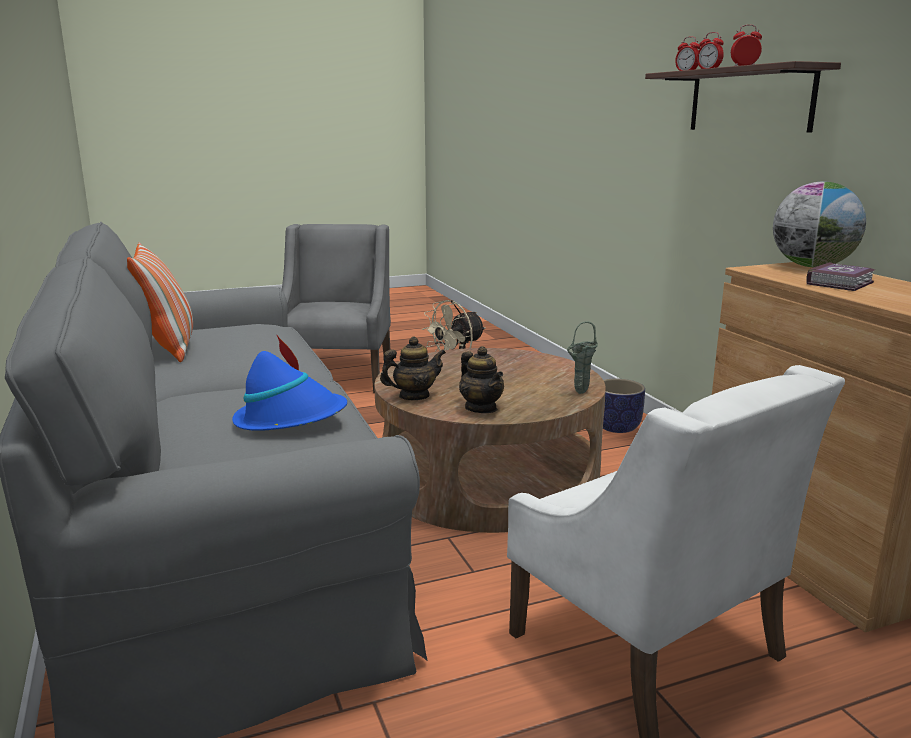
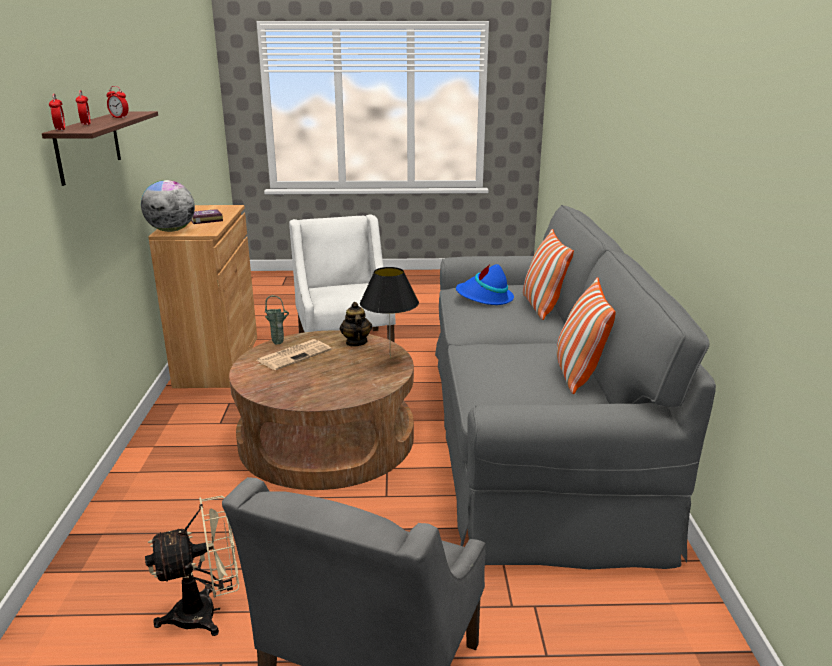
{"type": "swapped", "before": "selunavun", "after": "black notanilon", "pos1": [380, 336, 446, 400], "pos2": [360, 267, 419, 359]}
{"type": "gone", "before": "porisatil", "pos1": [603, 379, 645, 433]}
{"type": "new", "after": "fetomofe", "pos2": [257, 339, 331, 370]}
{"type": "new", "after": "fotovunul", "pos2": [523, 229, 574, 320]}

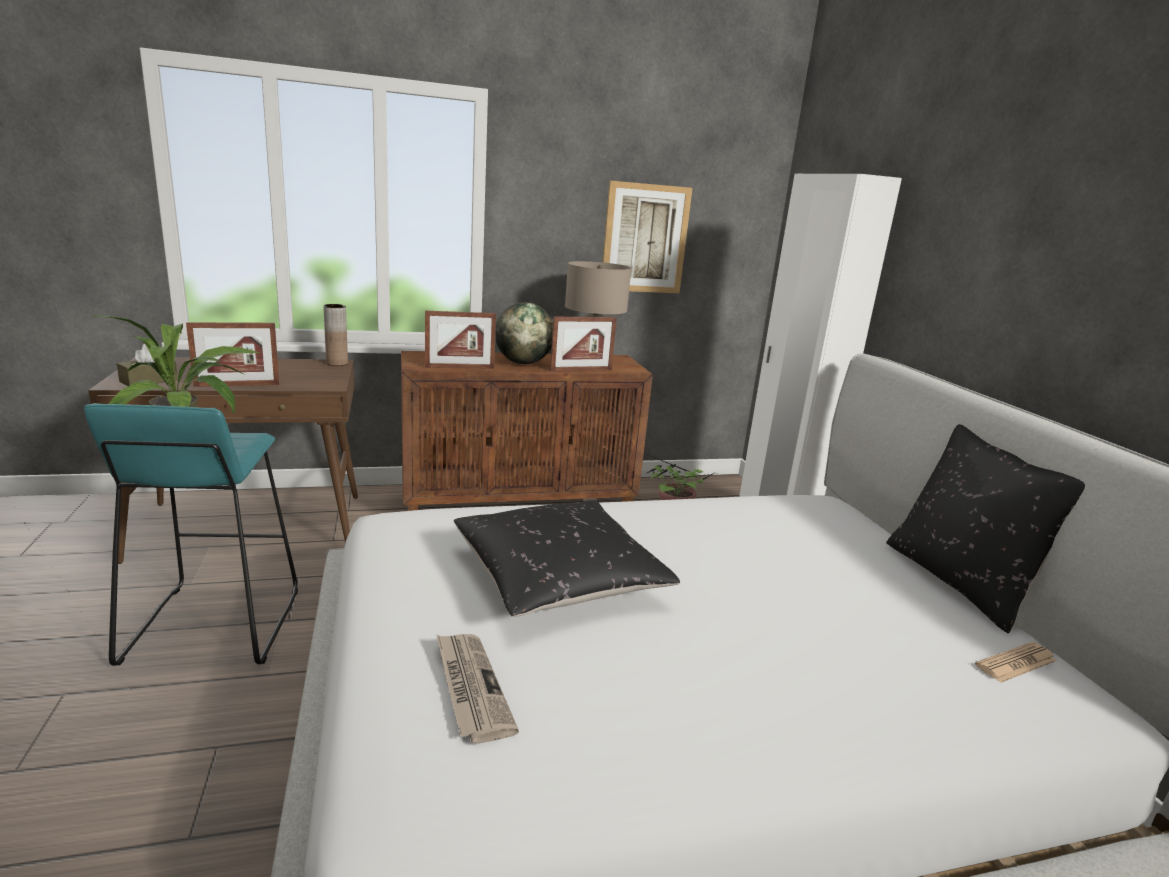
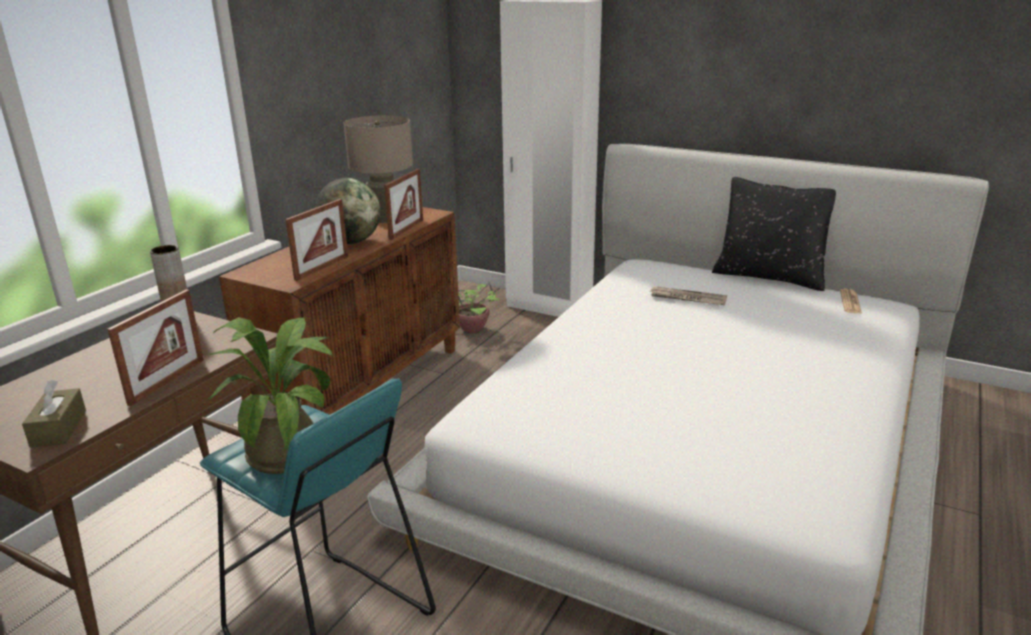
{"type": "shifted", "before": "fetomofe", "pos1": [437, 634, 519, 744], "pos2": [650, 286, 727, 305]}
{"type": "gone", "before": "black fotovunul", "pos1": [454, 500, 680, 617]}
{"type": "gone", "before": "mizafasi", "pos1": [603, 181, 693, 293]}

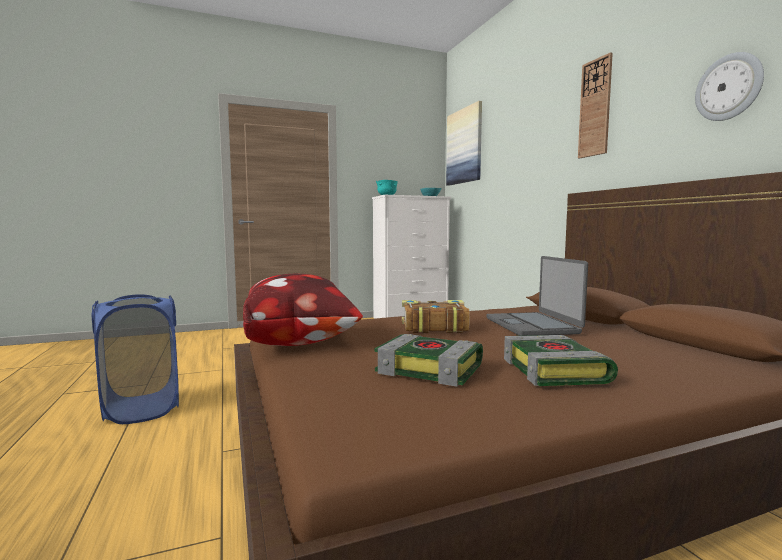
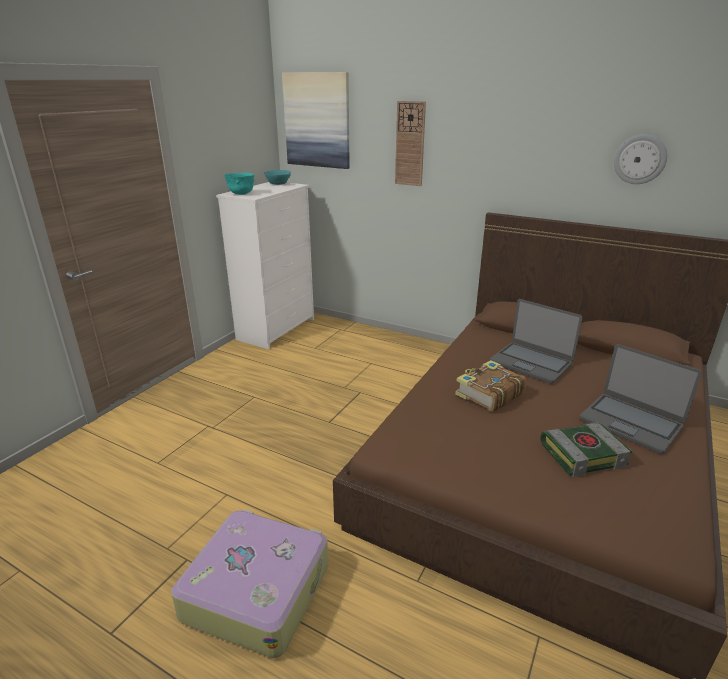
{"type": "swapped", "before": "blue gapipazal", "after": "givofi", "pos1": [92, 294, 179, 424], "pos2": [171, 509, 328, 658]}
{"type": "gone", "before": "fotovunul", "pos1": [243, 274, 363, 346]}
{"type": "swapped", "before": "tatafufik", "after": "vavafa", "pos1": [504, 335, 618, 386], "pos2": [579, 344, 702, 454]}
{"type": "shifted", "before": "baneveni", "pos1": [578, 52, 613, 158], "pos2": [395, 101, 426, 186]}

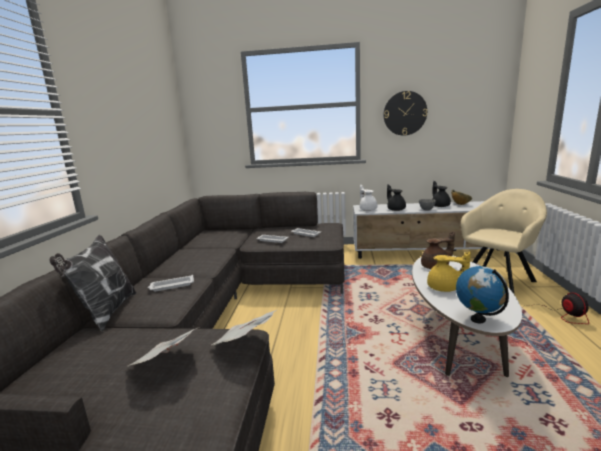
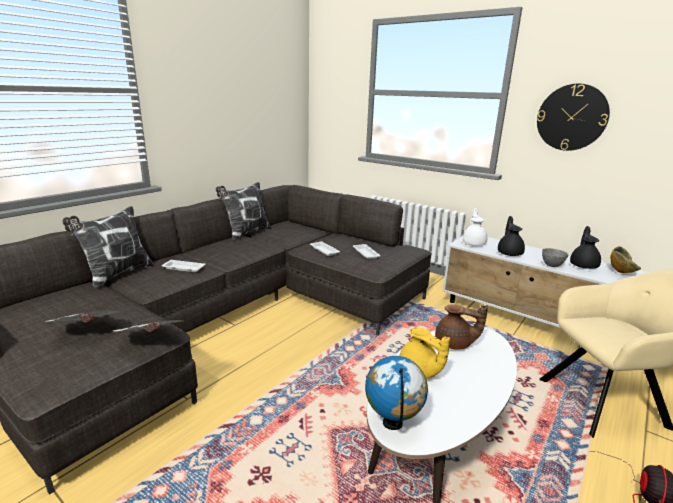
{"type": "new", "after": "fotovunul", "pos2": [216, 182, 272, 241]}

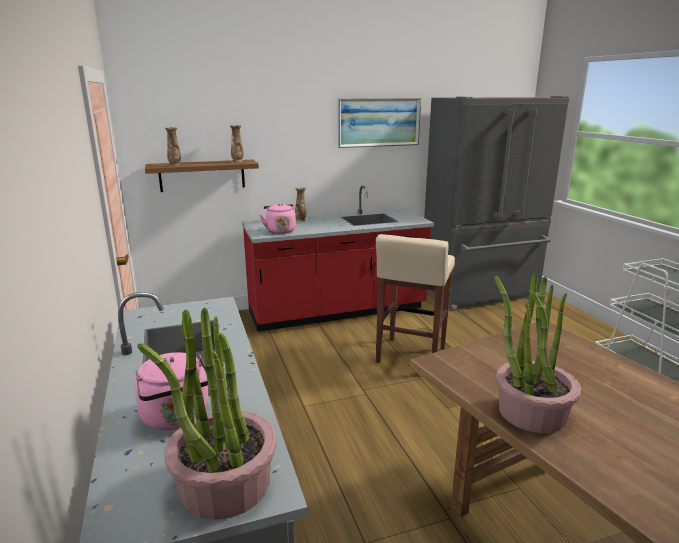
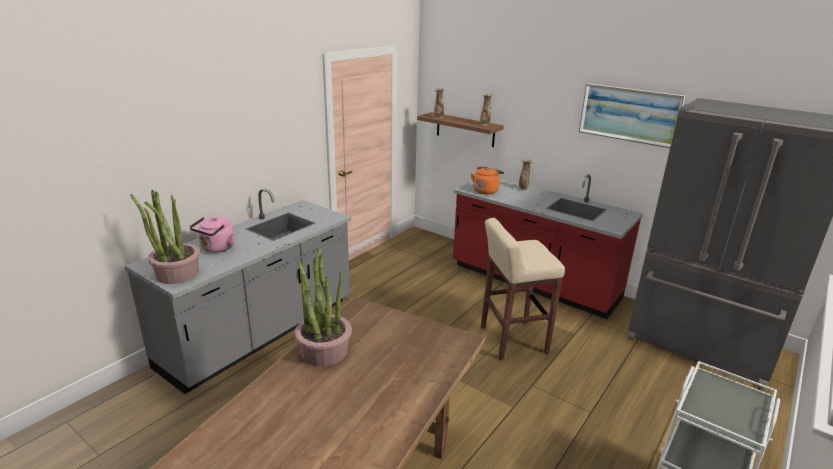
{"type": "repainted", "before": "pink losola", "after": "orange losola", "pos1": [260, 203, 296, 234], "pos2": [471, 167, 504, 194]}

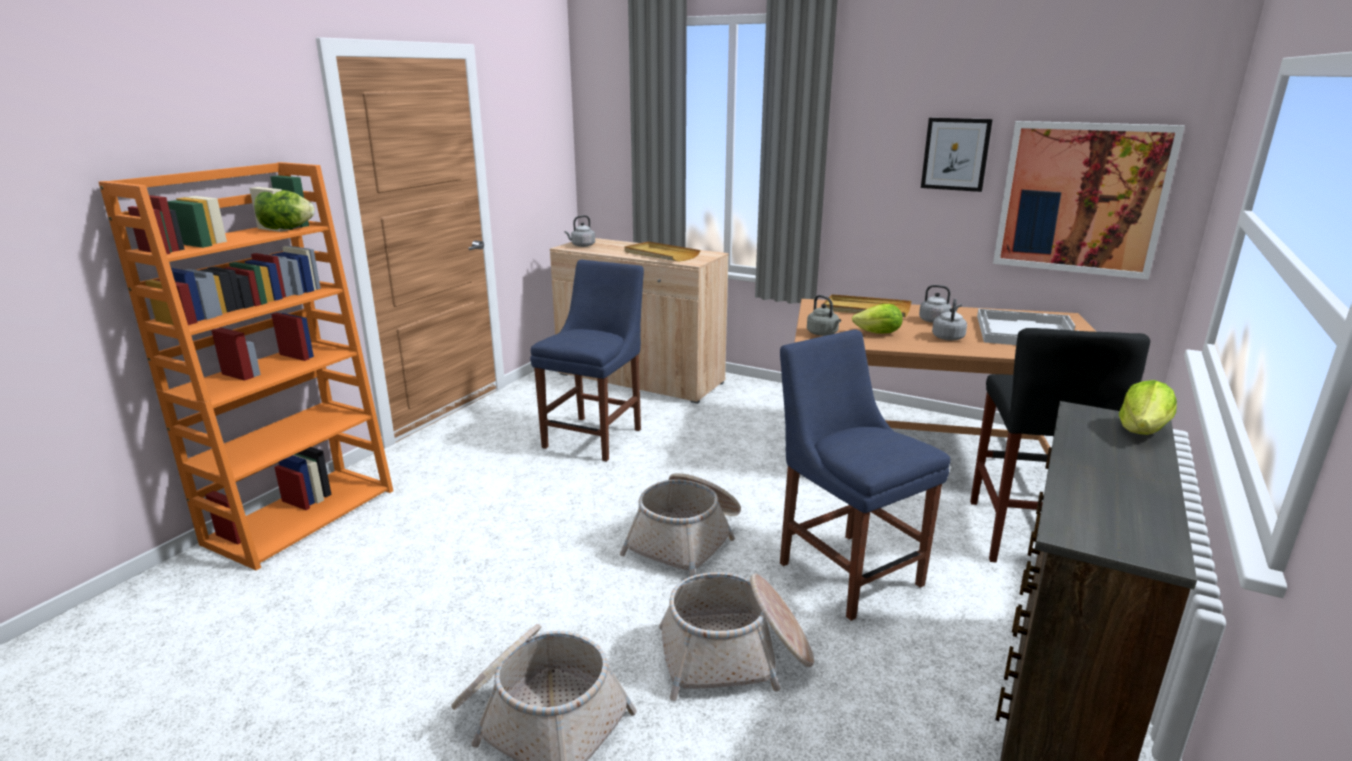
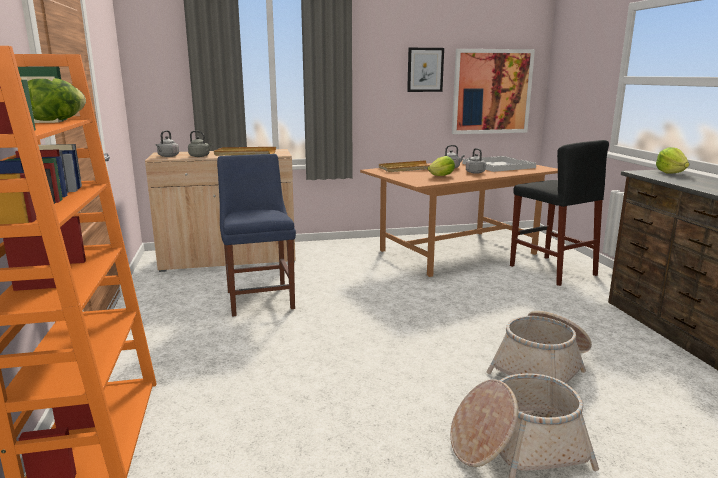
{"type": "gone", "before": "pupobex", "pos1": [620, 473, 741, 577]}
{"type": "gone", "before": "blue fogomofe", "pos1": [780, 329, 950, 621]}
{"type": "shifted", "before": "grey losola", "pos1": [807, 295, 841, 336], "pos2": [188, 131, 212, 157]}

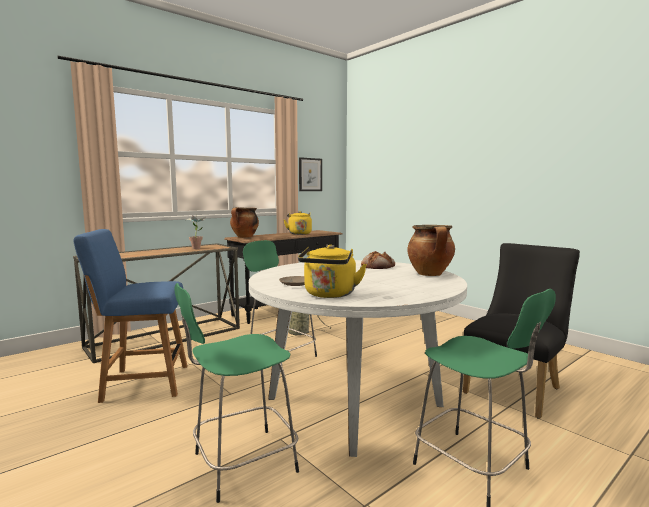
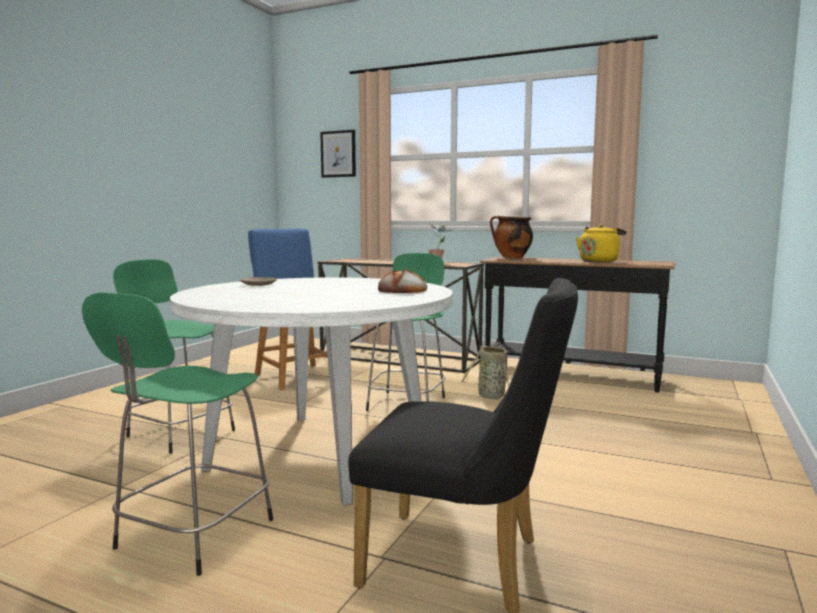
{"type": "gone", "before": "yellow losola", "pos1": [298, 244, 367, 298]}
{"type": "shifted", "before": "mizafasi", "pos1": [299, 157, 322, 191], "pos2": [320, 130, 356, 178]}
{"type": "gone", "before": "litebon", "pos1": [407, 225, 455, 276]}

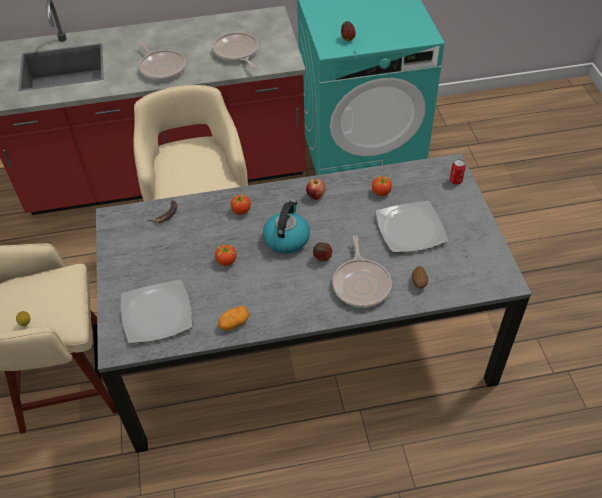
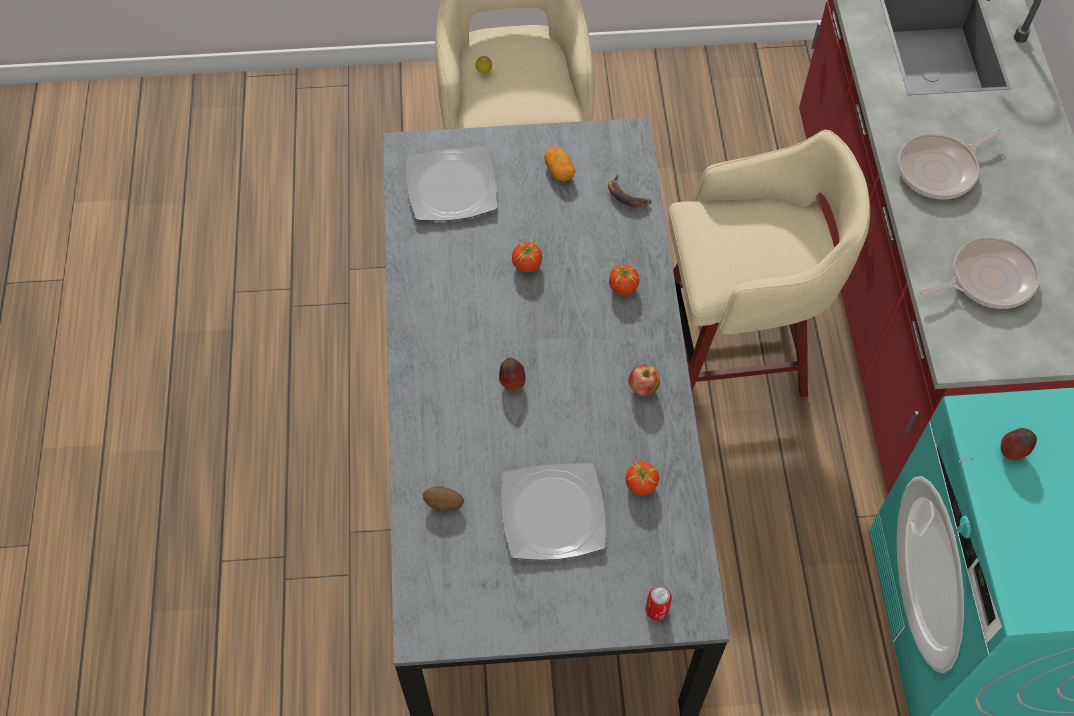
{"type": "shifted", "before": "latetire", "pos1": [218, 306, 249, 331], "pos2": [544, 147, 575, 181]}
{"type": "gone", "before": "losola", "pos1": [263, 200, 310, 254]}
{"type": "gone", "before": "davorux", "pos1": [332, 235, 392, 308]}

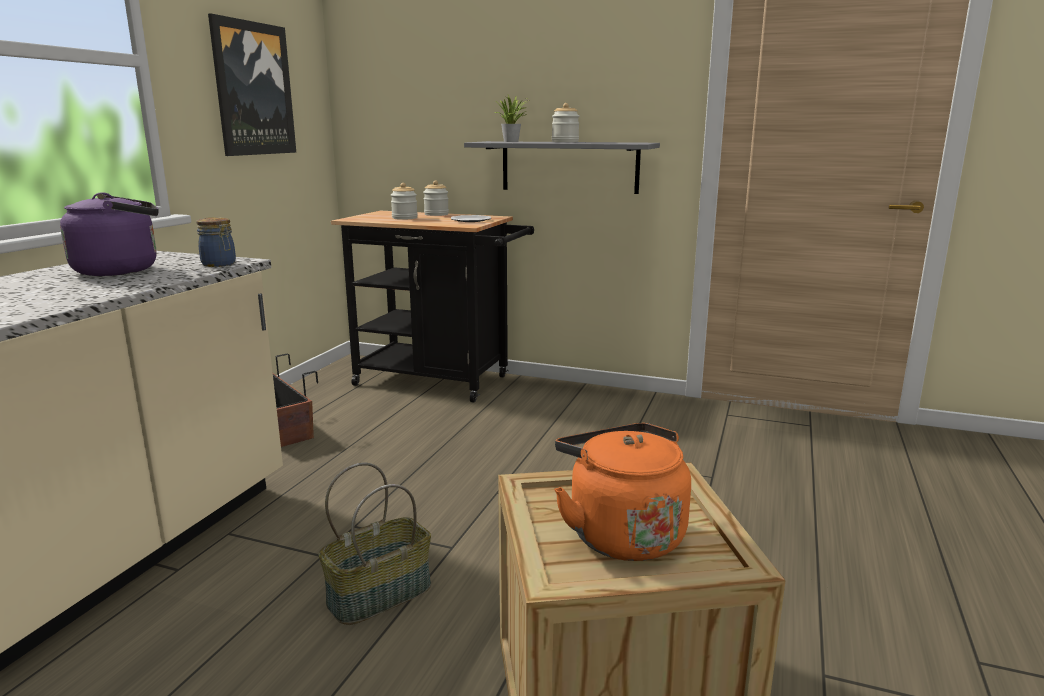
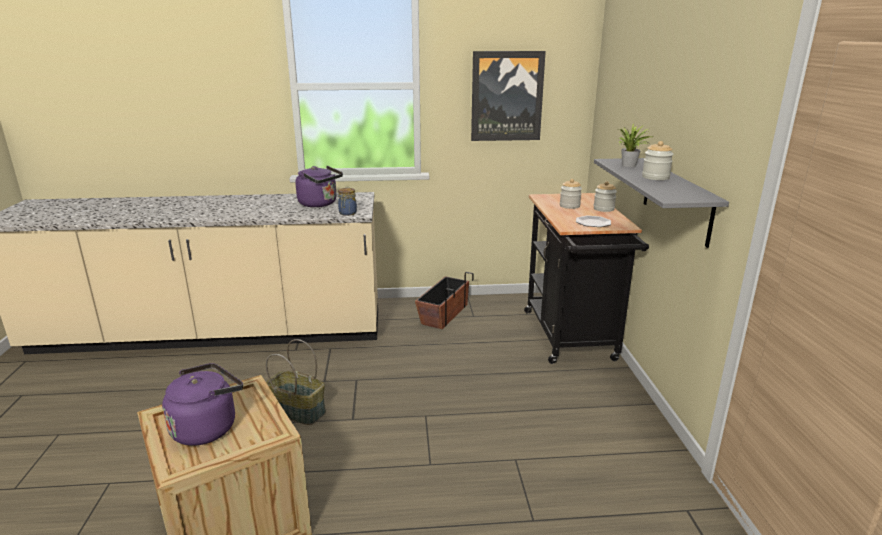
{"type": "repainted", "before": "orange losola", "after": "purple losola", "pos1": [554, 423, 691, 561], "pos2": [162, 363, 243, 446]}

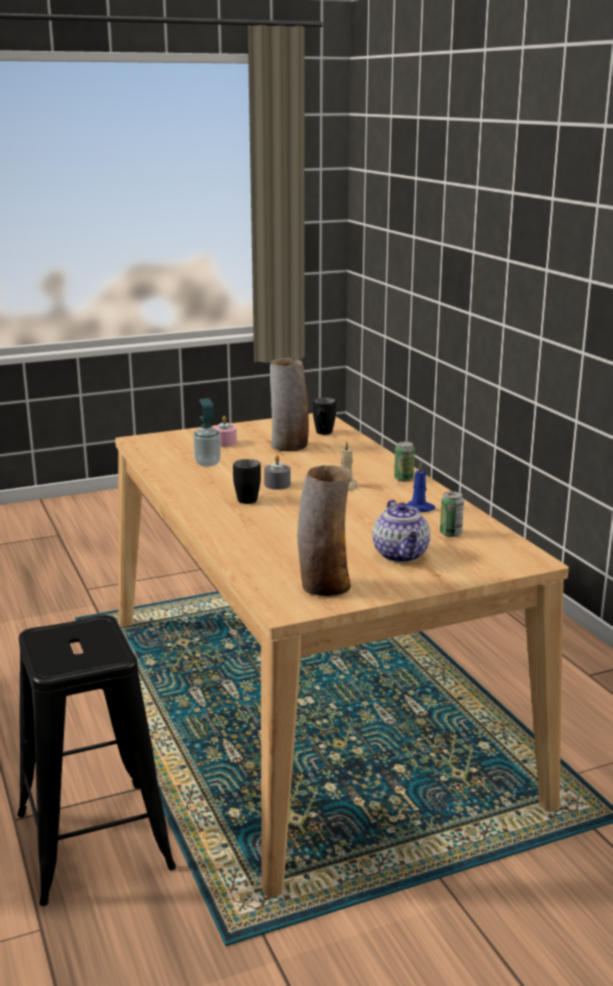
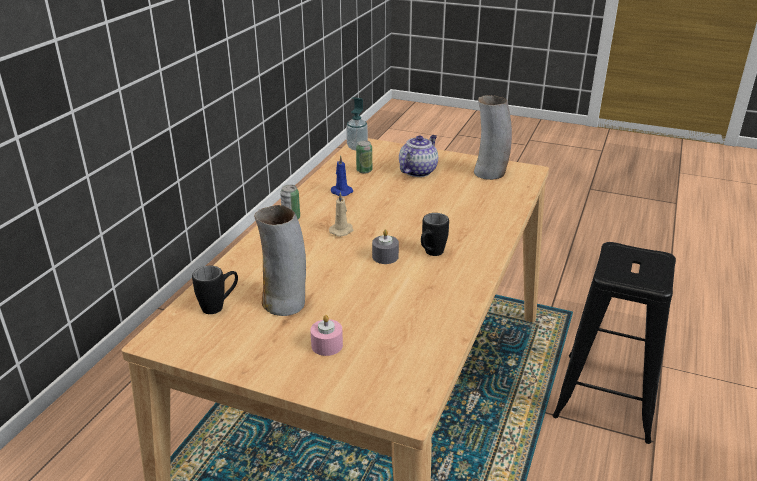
{"type": "shifted", "before": "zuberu", "pos1": [193, 398, 221, 467], "pos2": [346, 97, 368, 150]}

